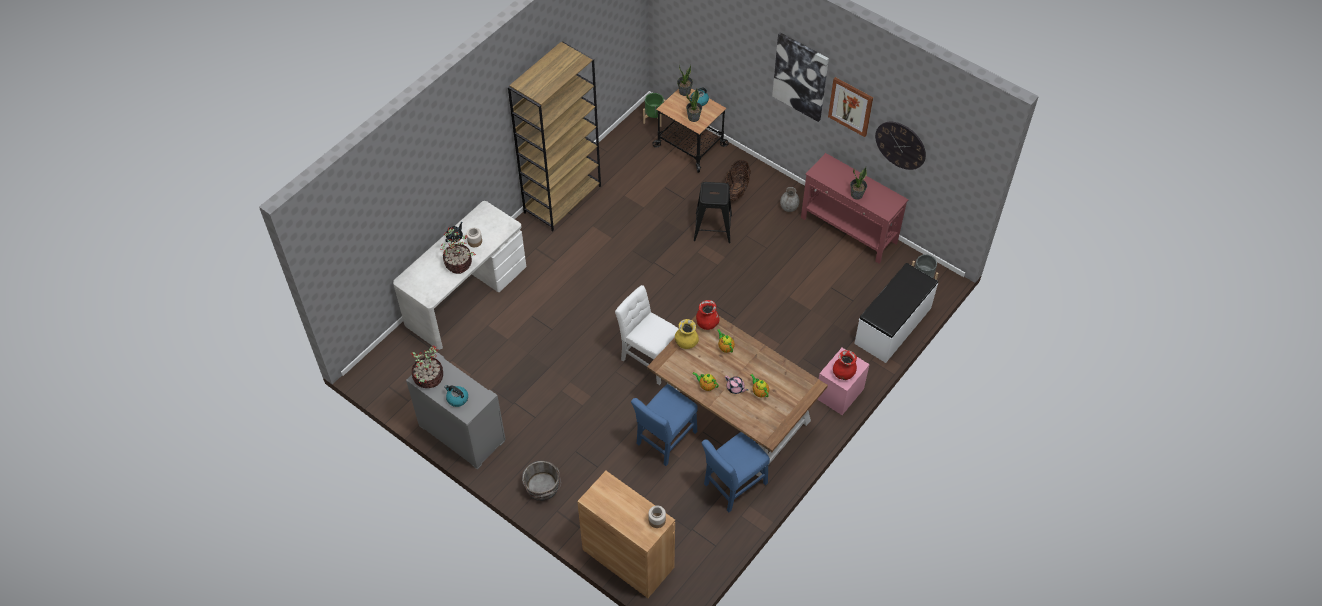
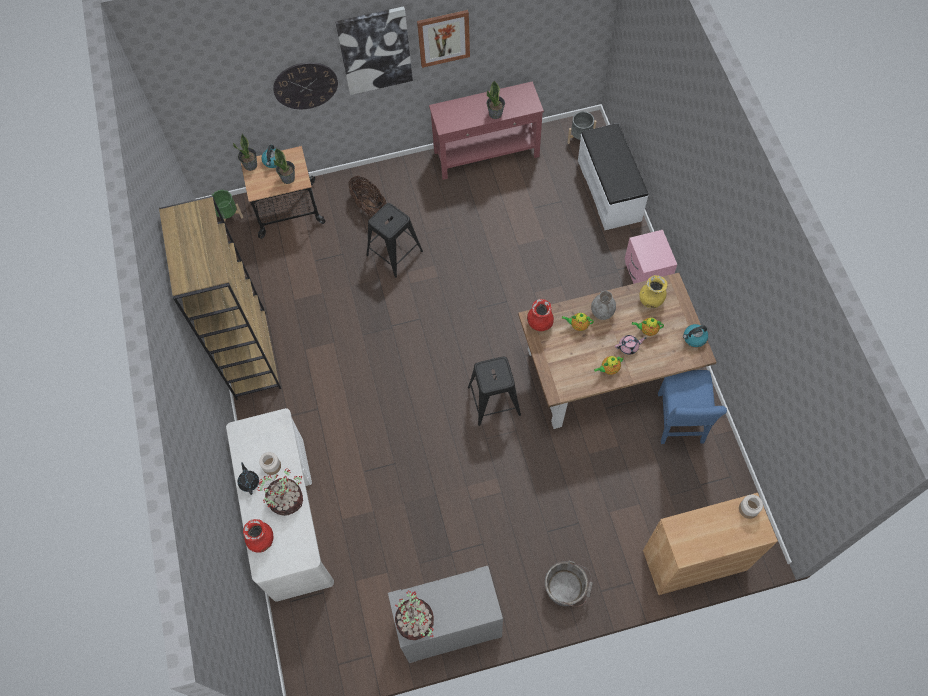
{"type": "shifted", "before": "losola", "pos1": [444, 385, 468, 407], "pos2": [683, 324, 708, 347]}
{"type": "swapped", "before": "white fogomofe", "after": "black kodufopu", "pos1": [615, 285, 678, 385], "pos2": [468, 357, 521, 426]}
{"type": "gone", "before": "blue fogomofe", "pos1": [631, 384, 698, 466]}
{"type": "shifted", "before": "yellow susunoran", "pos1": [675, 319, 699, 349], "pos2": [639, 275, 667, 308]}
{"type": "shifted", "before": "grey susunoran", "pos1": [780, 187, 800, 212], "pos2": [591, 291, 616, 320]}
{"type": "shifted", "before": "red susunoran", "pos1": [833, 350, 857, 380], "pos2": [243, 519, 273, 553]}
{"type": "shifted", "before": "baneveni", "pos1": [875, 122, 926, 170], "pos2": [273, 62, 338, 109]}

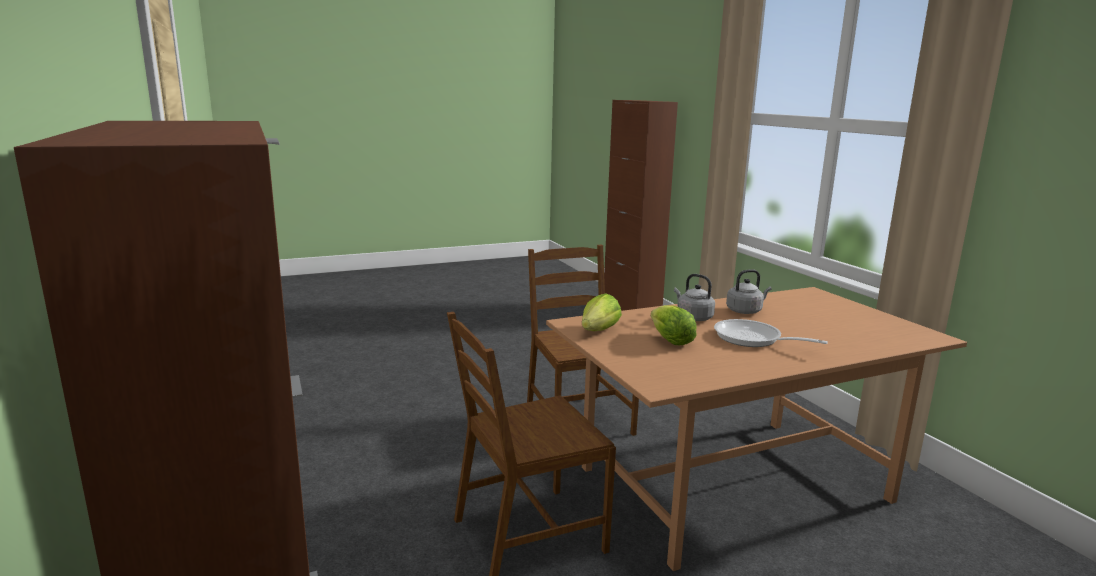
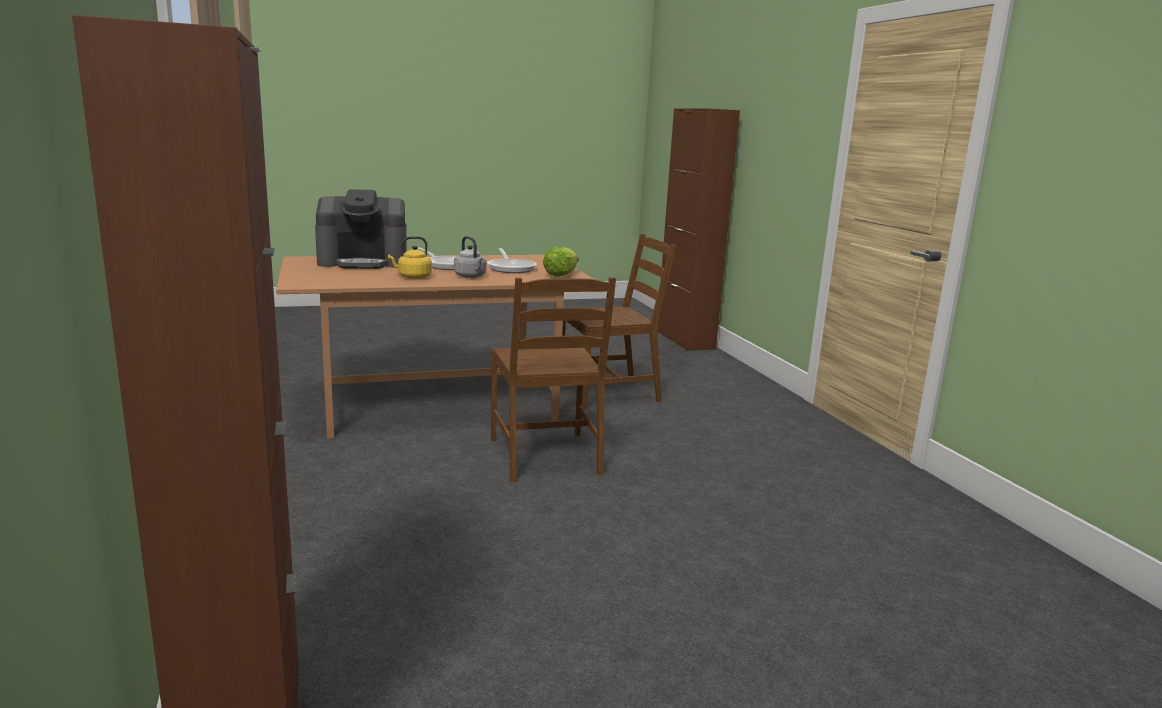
{"type": "swapped", "before": "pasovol", "after": "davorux", "pos1": [651, 305, 697, 345], "pos2": [487, 248, 537, 273]}
{"type": "repainted", "before": "grey losola", "after": "yellow losola", "pos1": [726, 269, 772, 314], "pos2": [388, 236, 432, 279]}
{"type": "new", "after": "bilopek", "pos2": [315, 189, 407, 269]}

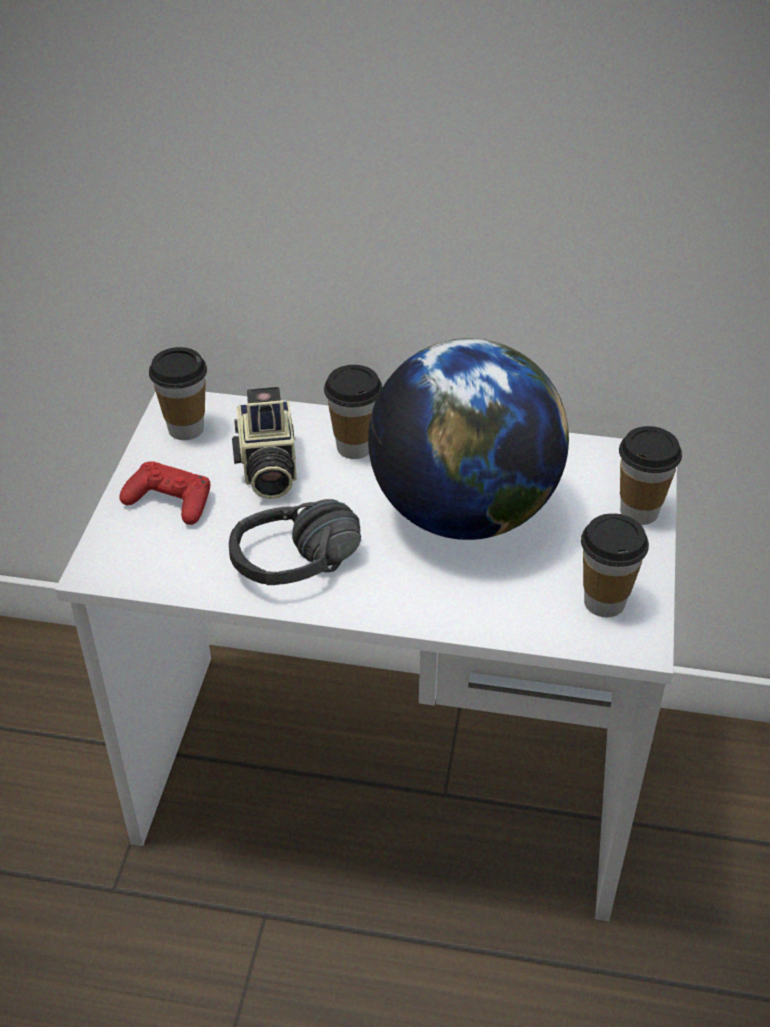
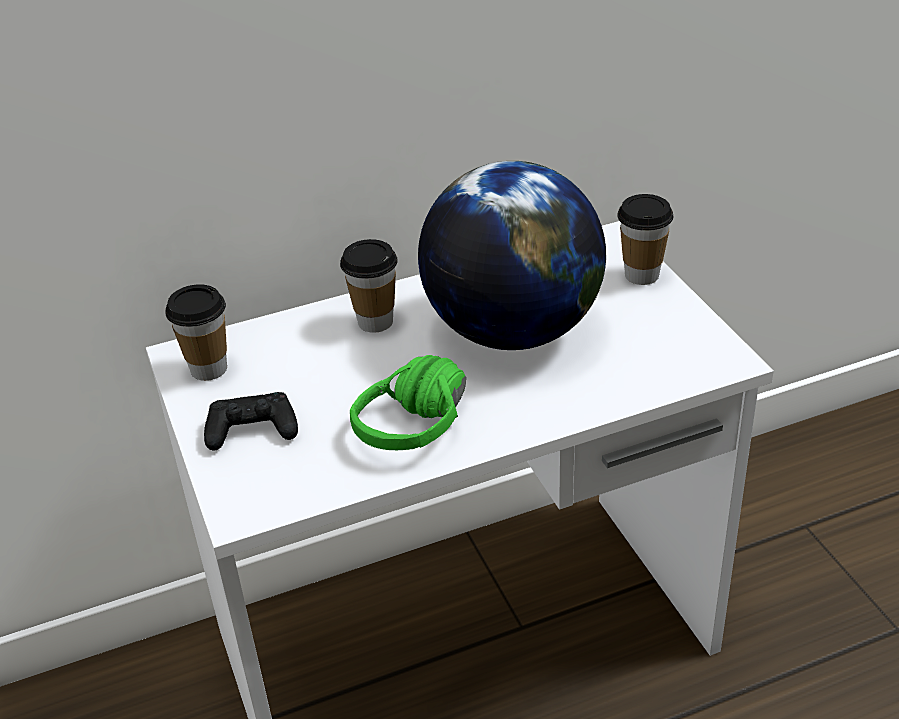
{"type": "repainted", "before": "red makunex", "after": "black makunex", "pos1": [119, 461, 210, 525], "pos2": [204, 392, 298, 450]}
{"type": "repainted", "before": "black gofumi", "after": "green gofumi", "pos1": [229, 499, 361, 585], "pos2": [350, 355, 466, 450]}
{"type": "gone", "before": "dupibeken", "pos1": [232, 387, 297, 499]}
{"type": "gone", "before": "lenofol", "pos1": [581, 513, 649, 617]}

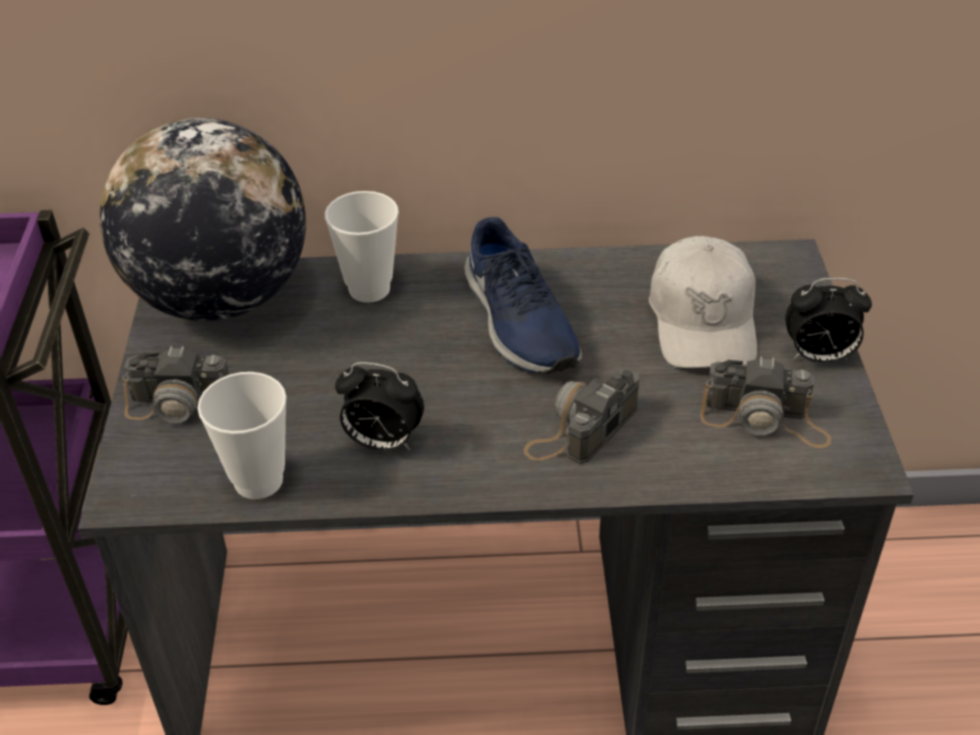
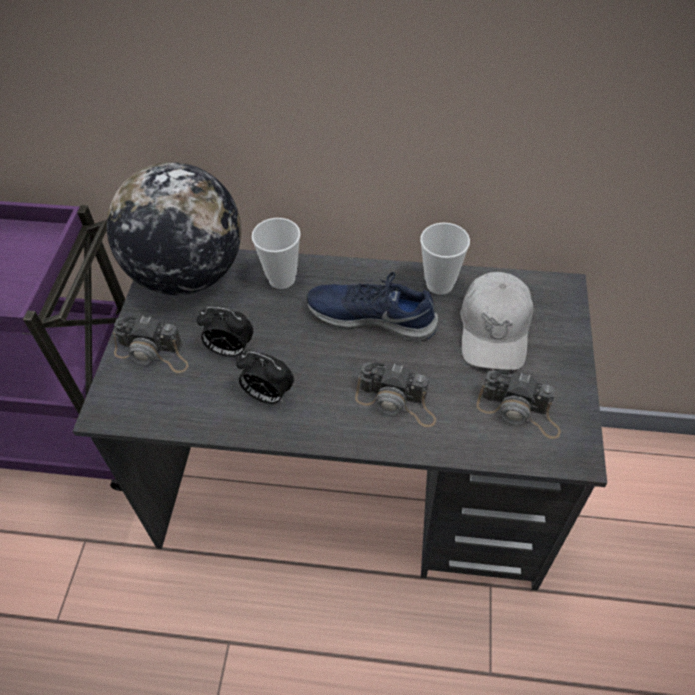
{"type": "shifted", "before": "lenofol", "pos1": [198, 372, 287, 499], "pos2": [420, 223, 470, 295]}
{"type": "rotated", "before": "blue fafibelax", "pos1": [464, 217, 582, 374], "pos2": [307, 272, 438, 341], "turn": 120}
{"type": "rotated", "before": "dupibeken", "pos1": [524, 369, 639, 464], "pos2": [355, 362, 436, 427], "turn": -120}
{"type": "shifted", "before": "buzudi", "pos1": [785, 278, 872, 363], "pos2": [197, 307, 254, 357]}

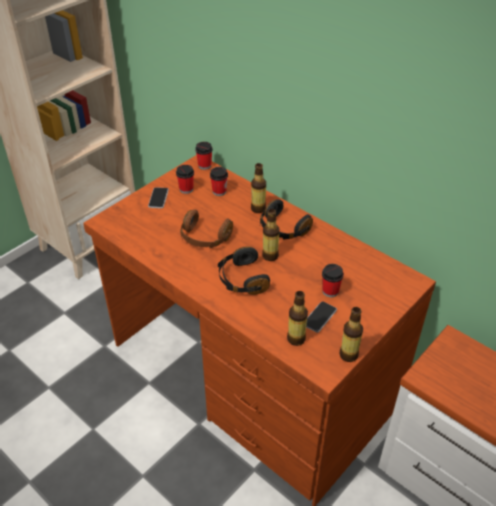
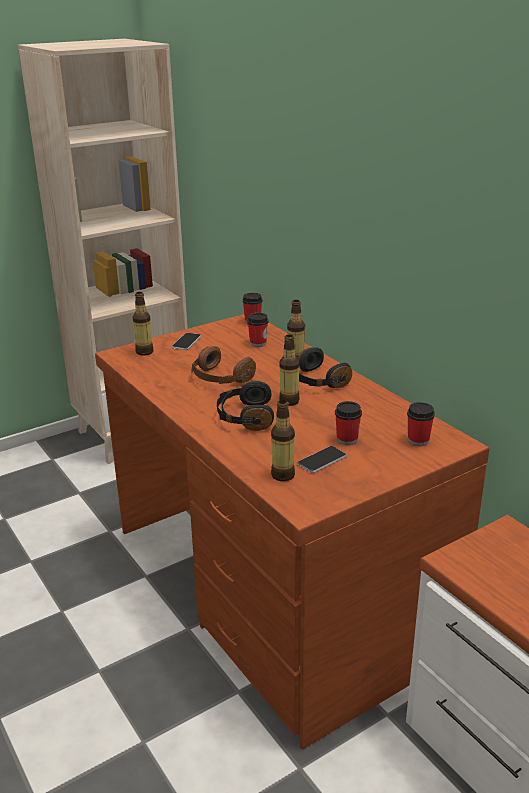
{"type": "shifted", "before": "lenofol", "pos1": [176, 165, 194, 194], "pos2": [407, 402, 435, 446]}
{"type": "shifted", "before": "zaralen", "pos1": [339, 307, 363, 362], "pos2": [133, 292, 153, 356]}

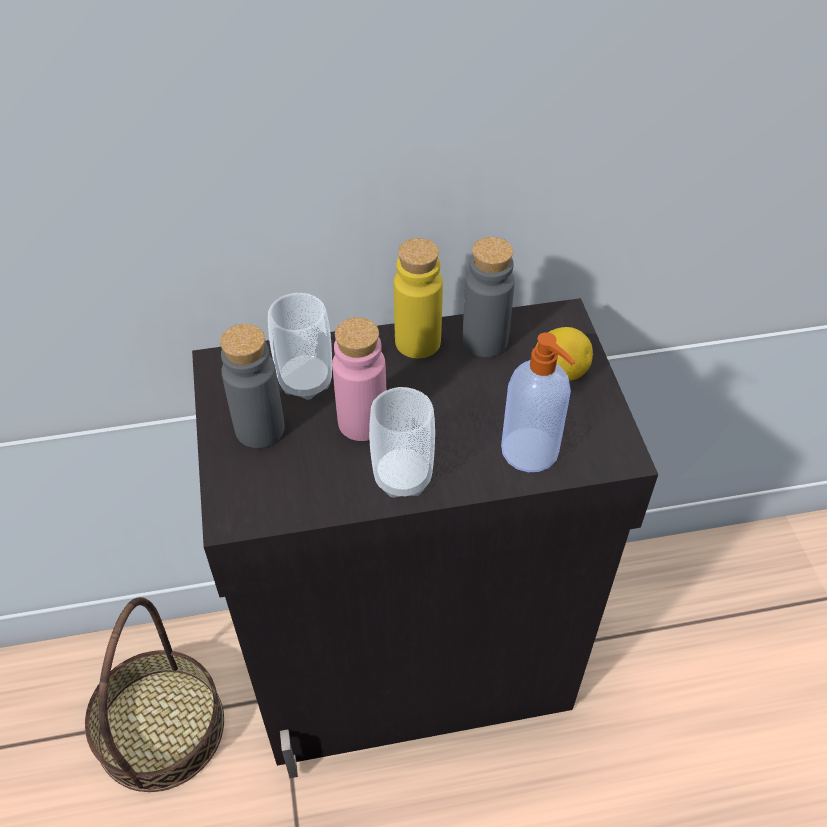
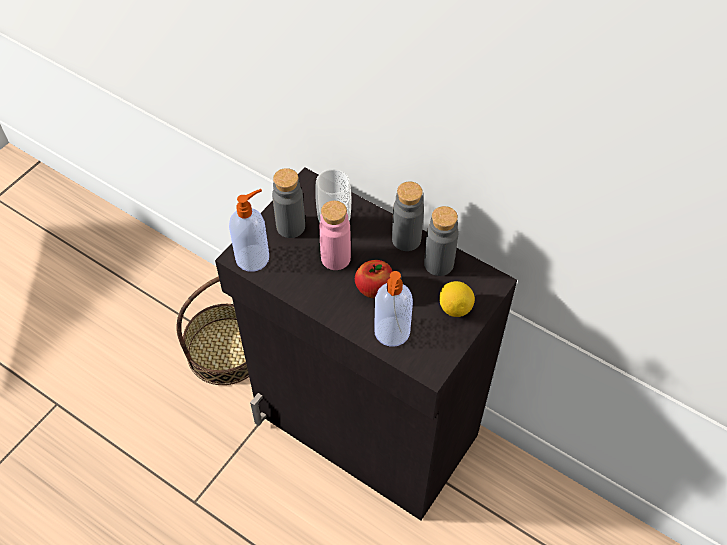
{"type": "gone", "before": "lenofol", "pos1": [369, 387, 435, 498]}
{"type": "repainted", "before": "yellow zaralen", "after": "grey zaralen", "pos1": [394, 238, 443, 358], "pos2": [392, 182, 424, 251]}
{"type": "new", "after": "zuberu", "pos2": [229, 189, 269, 272]}
{"type": "new", "after": "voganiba", "pos2": [355, 260, 393, 298]}

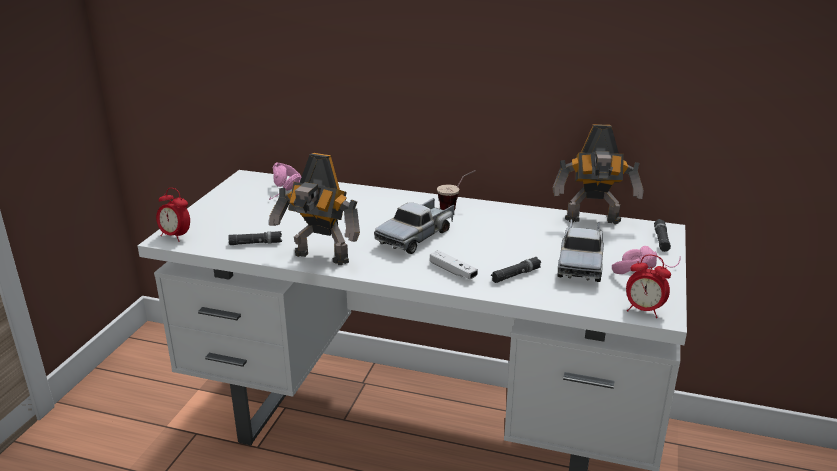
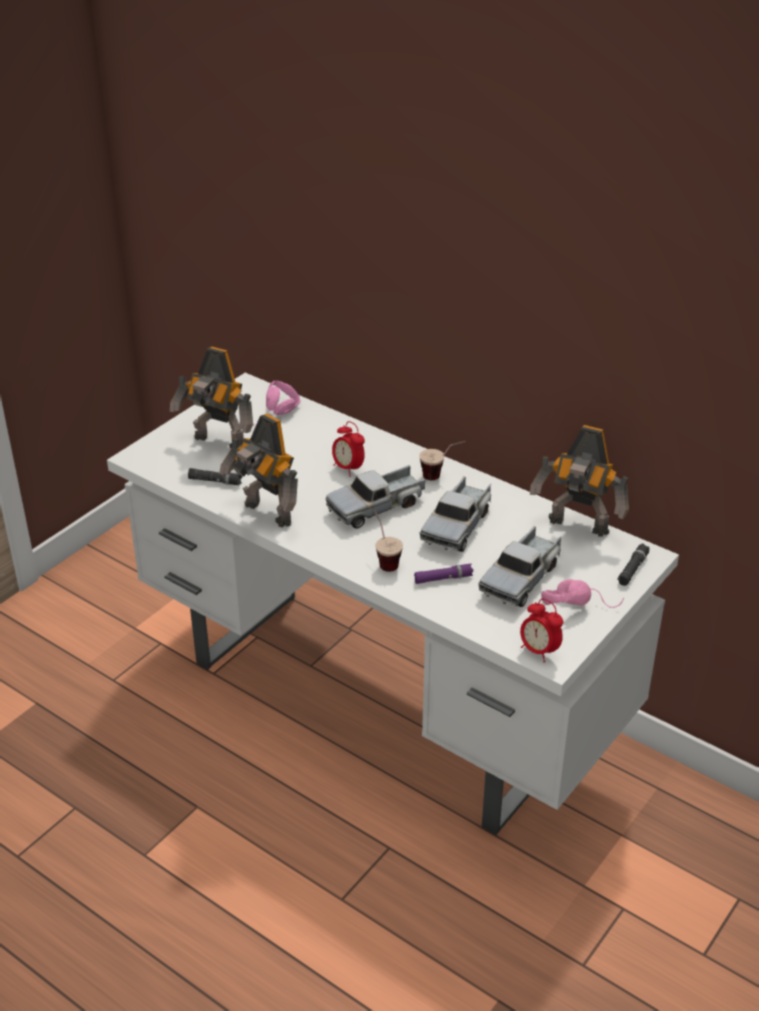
{"type": "shifted", "before": "buzudi", "pos1": [156, 188, 190, 242], "pos2": [332, 421, 365, 477]}
{"type": "swapped", "before": "white makunex", "after": "lenofol", "pos1": [430, 250, 478, 279], "pos2": [374, 510, 403, 572]}
{"type": "repainted", "before": "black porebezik", "after": "purple porebezik", "pos1": [491, 257, 541, 283], "pos2": [414, 564, 474, 584]}
{"type": "new", "after": "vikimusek", "pos2": [170, 347, 253, 448]}
{"type": "new", "after": "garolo", "pos2": [420, 476, 491, 552]}

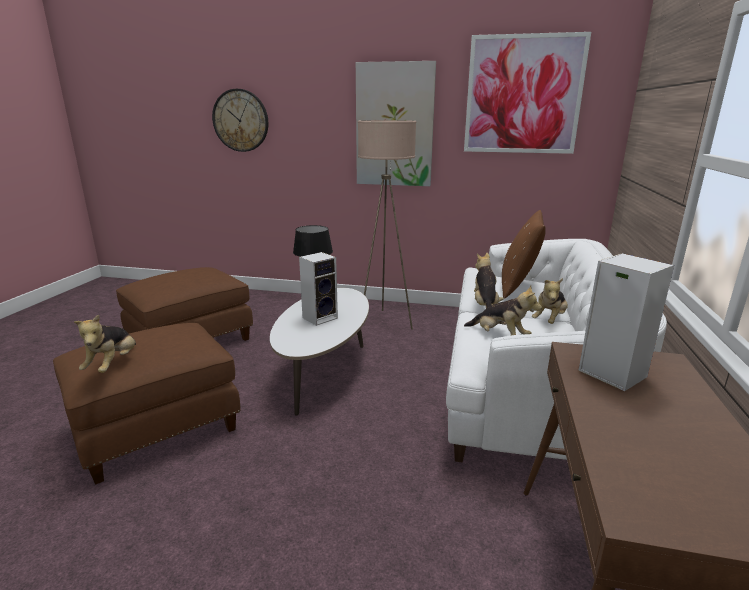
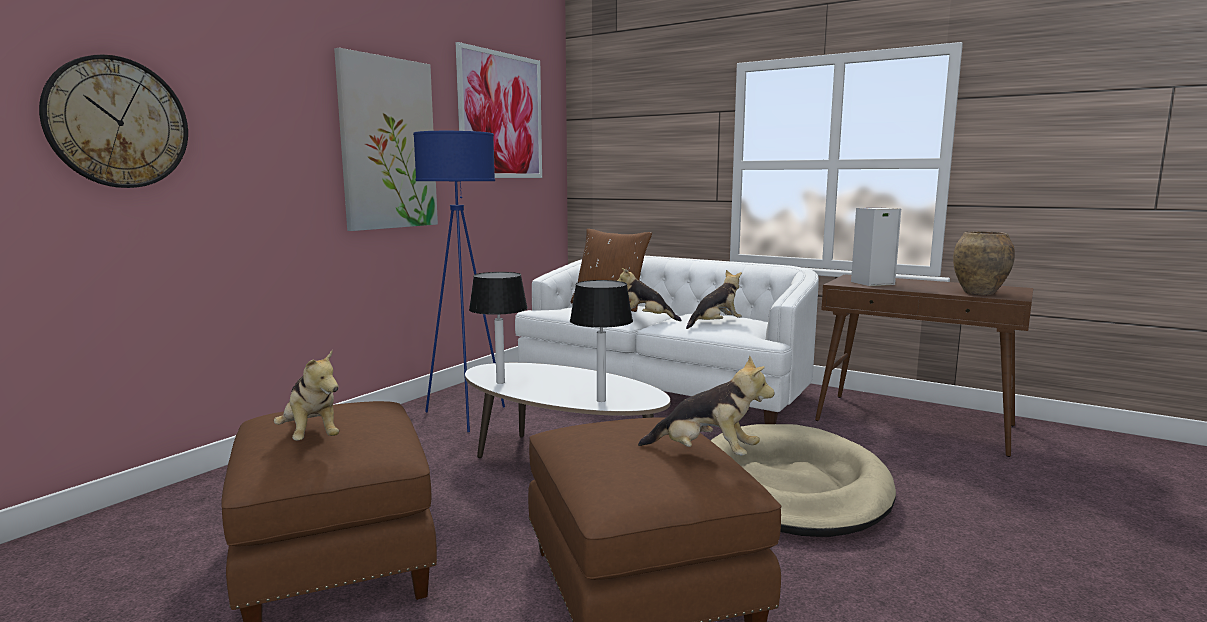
{"type": "gone", "before": "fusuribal", "pos1": [299, 252, 338, 326]}
{"type": "repainted", "before": "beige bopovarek", "after": "blue bopovarek", "pos1": [358, 120, 416, 330], "pos2": [413, 131, 505, 432]}
{"type": "shifted", "before": "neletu", "pos1": [532, 278, 568, 324], "pos2": [274, 350, 339, 441]}
{"type": "new", "after": "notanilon", "pos2": [570, 280, 633, 402]}
{"type": "new", "after": "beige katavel", "pos2": [710, 424, 896, 537]}
{"type": "new", "after": "brown susunoran", "pos2": [953, 231, 1015, 295]}

